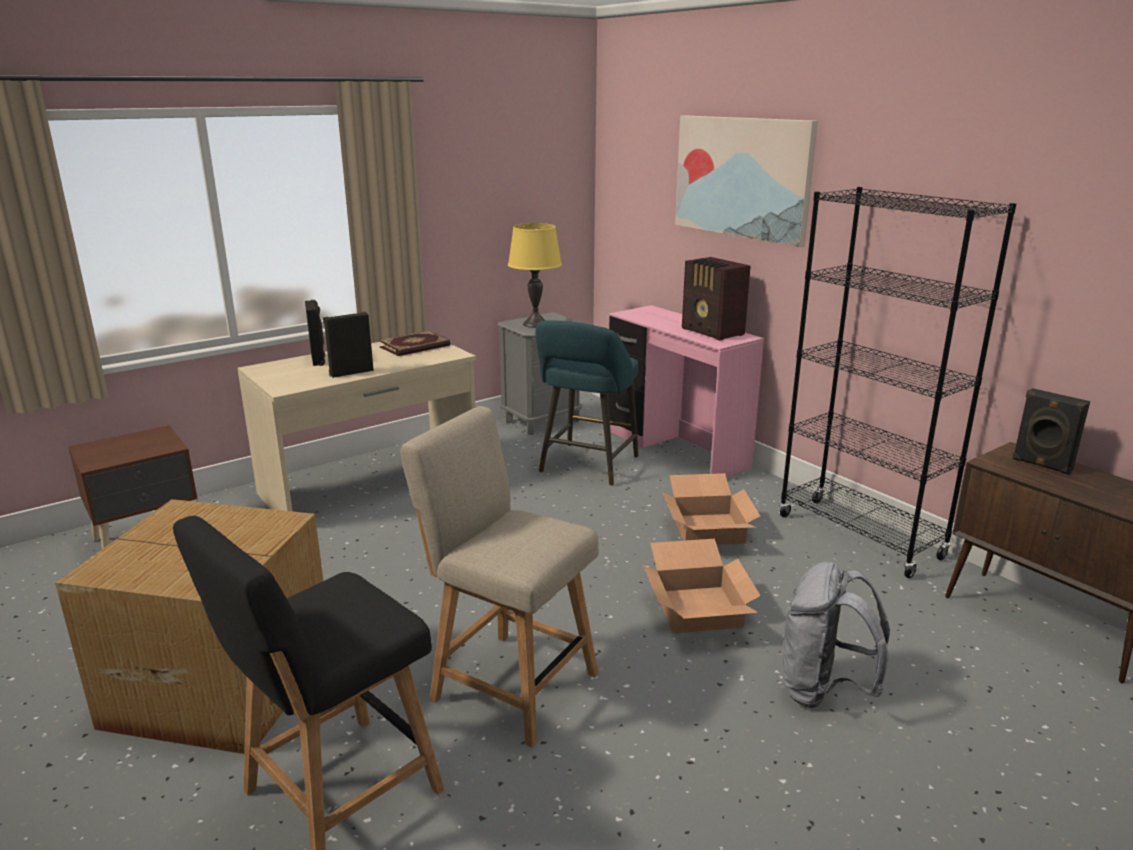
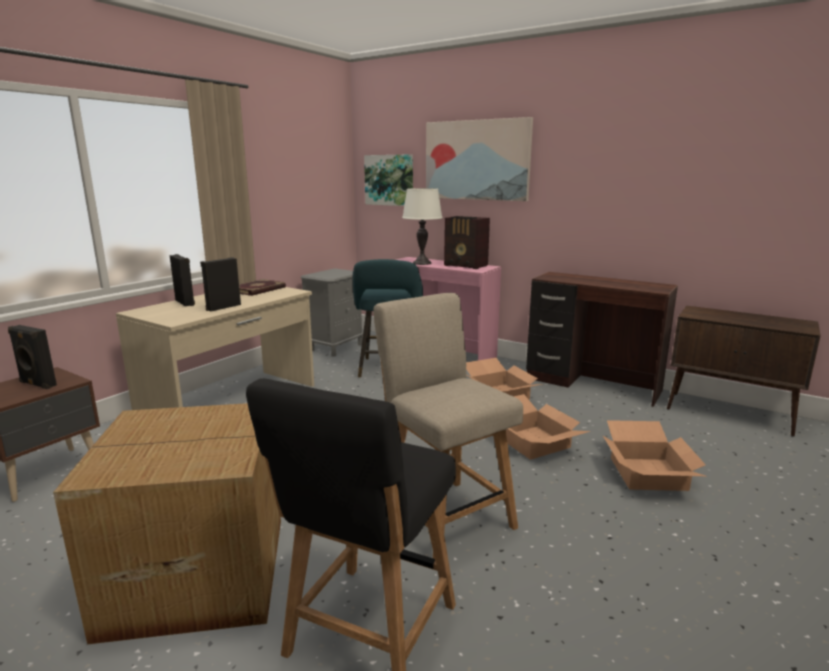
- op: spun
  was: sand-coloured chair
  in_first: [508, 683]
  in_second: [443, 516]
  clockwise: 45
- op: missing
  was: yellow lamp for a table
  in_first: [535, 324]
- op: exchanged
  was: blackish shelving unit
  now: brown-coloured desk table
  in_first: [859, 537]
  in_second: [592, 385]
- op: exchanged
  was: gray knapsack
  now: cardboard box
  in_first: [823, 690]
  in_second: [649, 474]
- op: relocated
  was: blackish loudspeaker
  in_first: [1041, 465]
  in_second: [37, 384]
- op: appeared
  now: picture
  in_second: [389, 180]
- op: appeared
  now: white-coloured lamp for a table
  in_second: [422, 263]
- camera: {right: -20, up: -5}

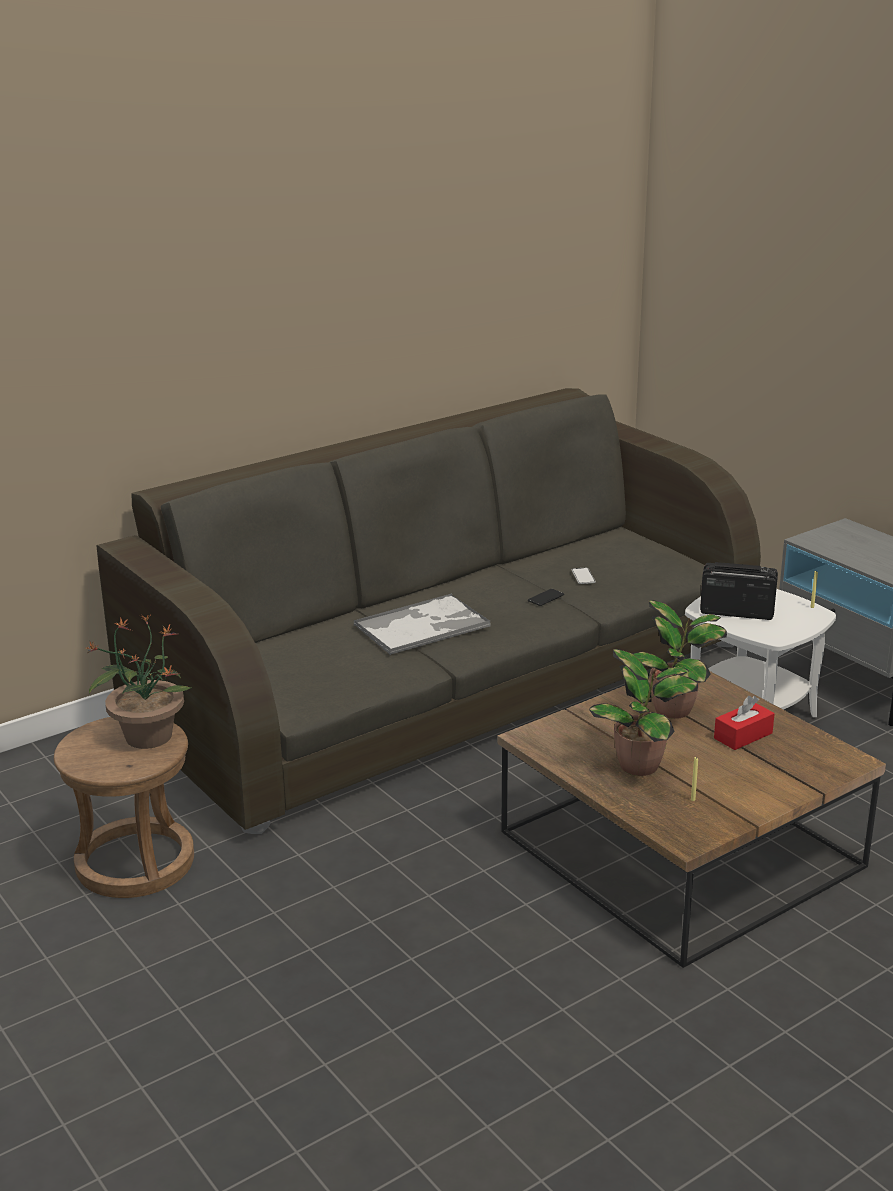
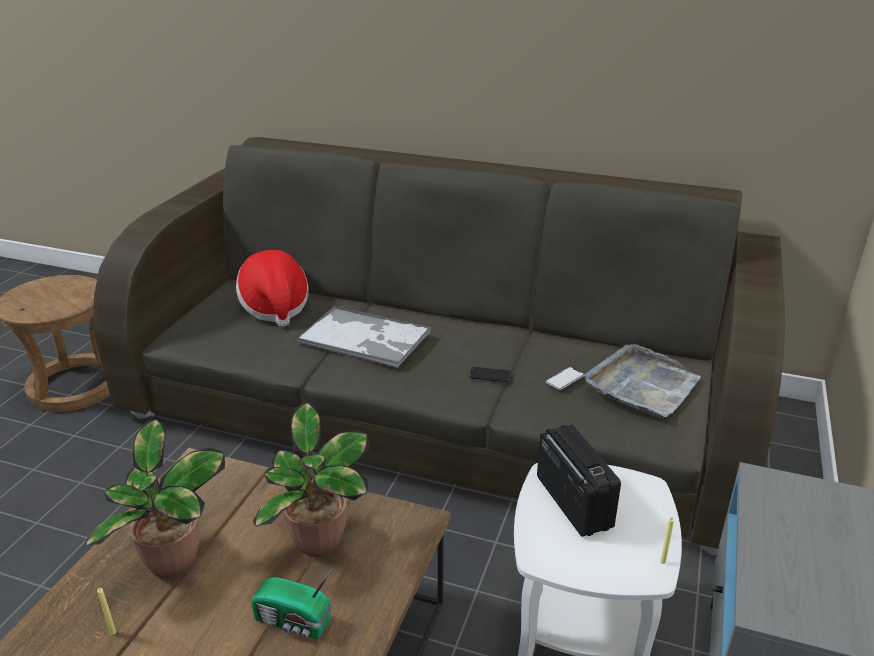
- op: missing
  was: potted plant
  in_first: [147, 736]
- op: exchanged
  was: red-coloured tissue holder
  now: radio
  in_first: [743, 736]
  in_second: [294, 622]
- op: appeared
  now: wearable hat
  in_second: [275, 307]
- op: appeared
  now: gray carrying tray
  in_second: [642, 385]
- camera: {right: 55, up: 5}

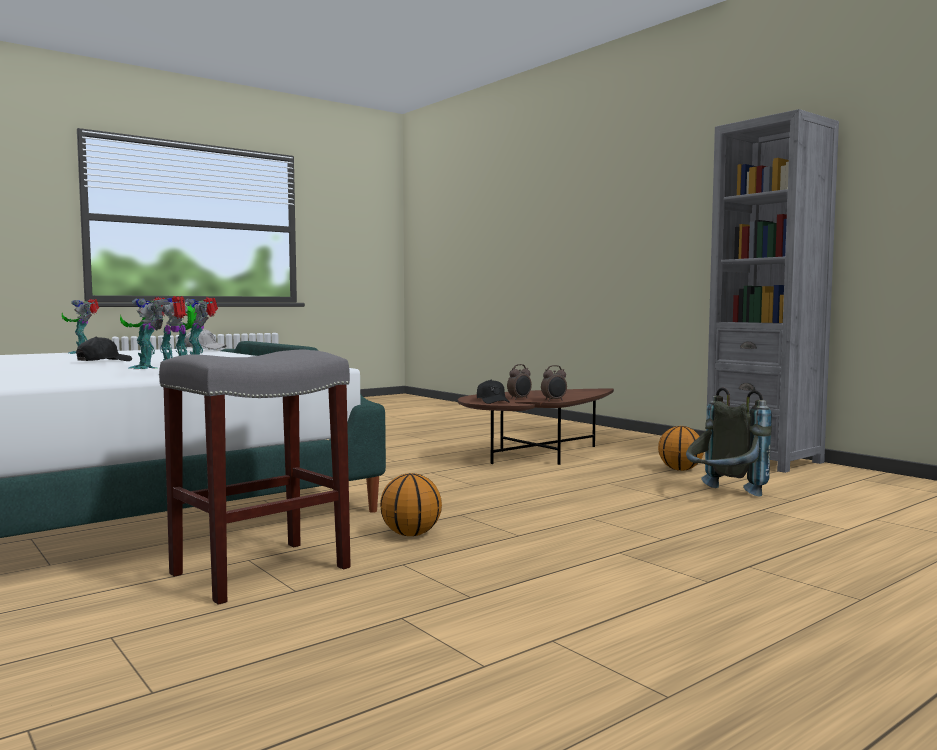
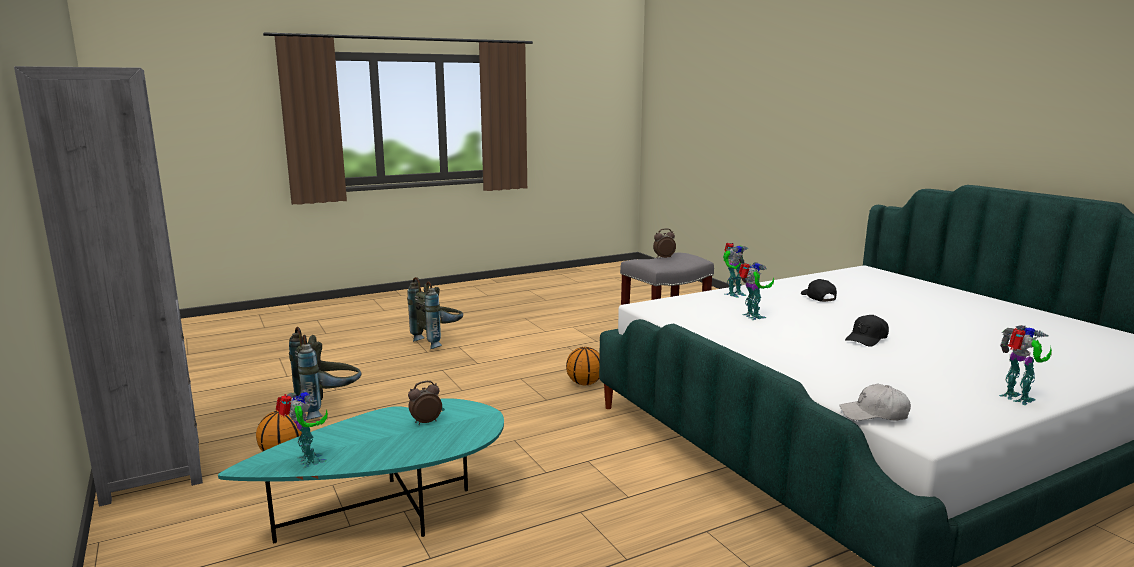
- op: relocated
  was: robot figure
  in_first: [146, 367]
  in_second: [308, 461]
- op: colour
  was: brown-coloured low table
  now: blue-green low table
  in_first: [536, 456]
  in_second: [393, 510]
- op: relocated
  was: blackish baseball cap
  in_first: [492, 401]
  in_second: [818, 297]
- op: relocated
  was: alarm clock
  in_first: [554, 400]
  in_second: [663, 258]
- op: appeared
  now: gray knapsack
  in_second: [439, 341]
- camera: {right: -170, up: 10}

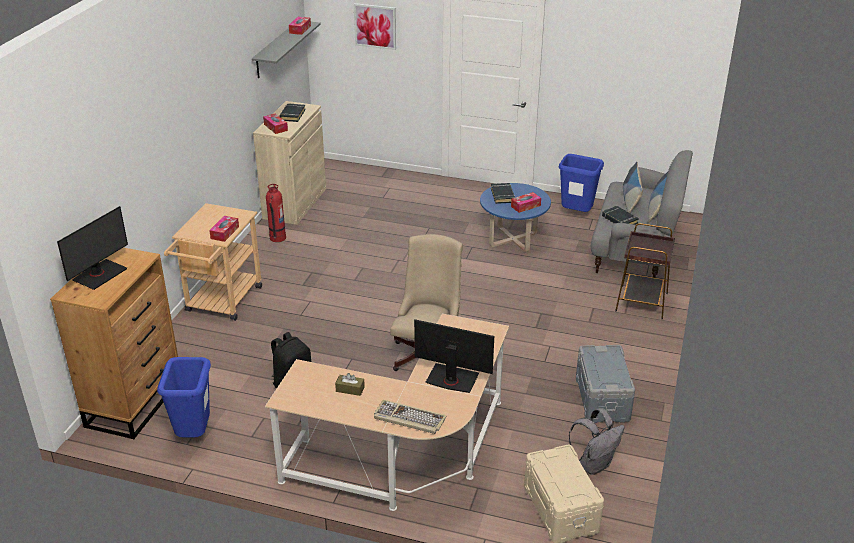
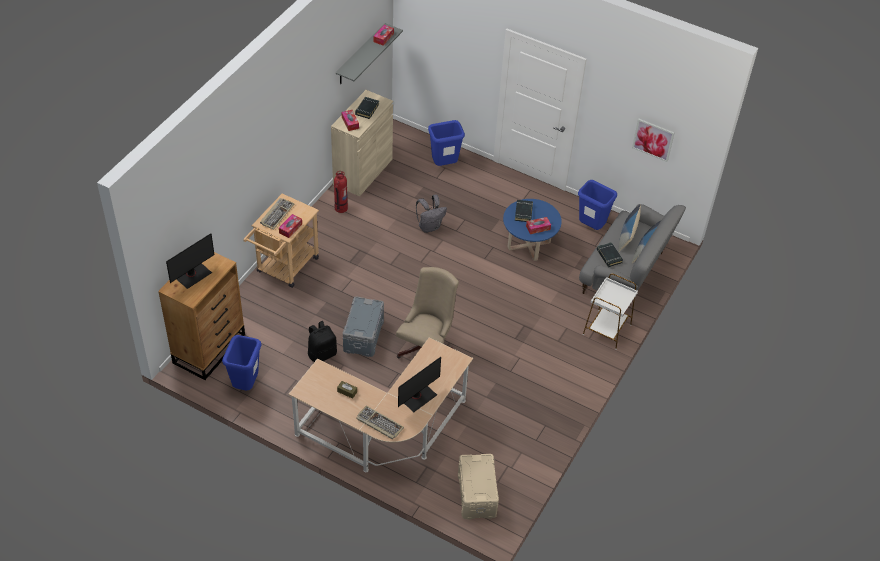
- op: relocated
  was: picture
  in_first: [375, 26]
  in_second: [653, 139]
- op: spun
  was: computer screen
  in_first: [452, 379]
  in_second: [417, 397]
  clockwise: 105
- op: relocated
  was: gray knapsack
  in_first: [594, 464]
  in_second: [429, 226]
- op: relocated
  was: gray storage container
  in_first: [603, 398]
  in_second: [364, 335]
- op: colour
  was: brown-coloured side table
  now: white-coloured side table
  in_first: [641, 302]
  in_second: [606, 330]
- op: appeared
  now: keyboard
  in_second: [277, 214]
- op: appeared
  now: bluish trash can
  in_second: [444, 165]
- camera: {right: 10, up: 15}

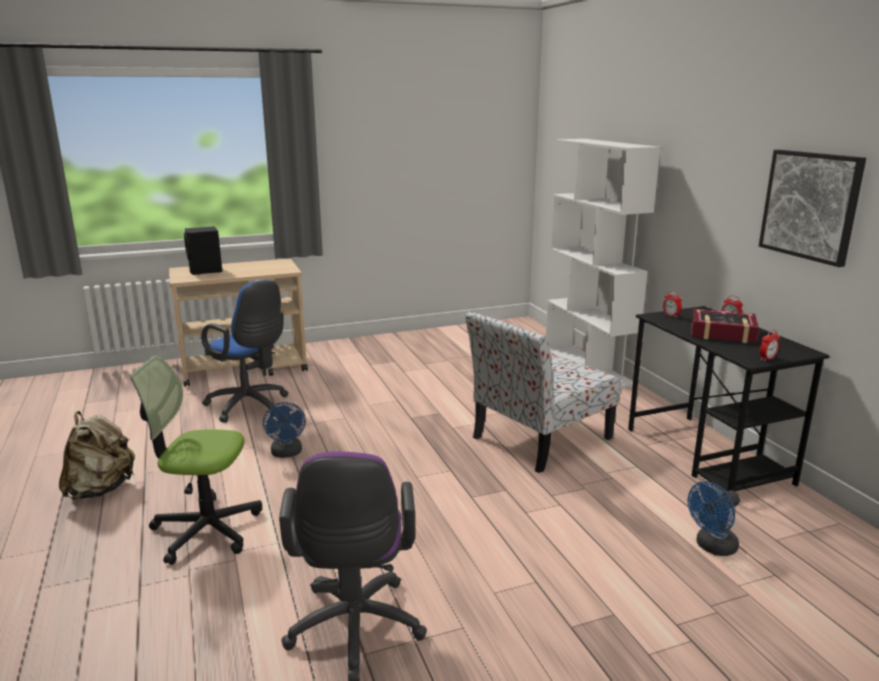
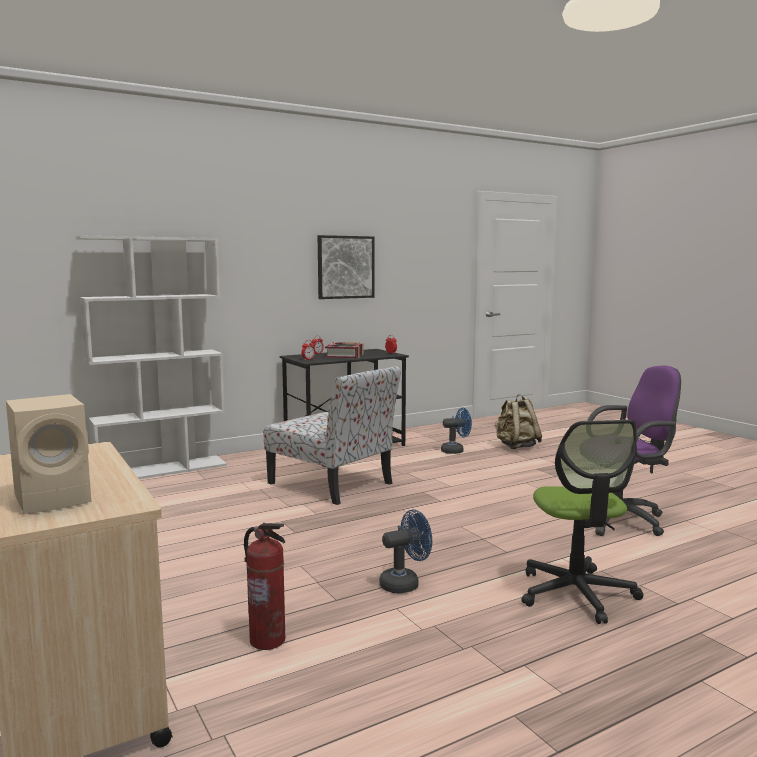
- op: relocated
  was: sand-coloured knapsack
  in_first: [101, 489]
  in_second: [516, 446]
- op: colour
  was: blackish loudspeaker
  now: sand-coloured loudspeaker
  in_first: [205, 271]
  in_second: [56, 498]
- op: exchanged
  was: bluish office chair
  now: extinguisher
  in_first: [250, 406]
  in_second: [268, 640]
- op: spun
  was: bluish electric fan
  in_first: [712, 547]
  in_second: [456, 451]
  clockwise: -60
- camera: {right: -100, up: -10}

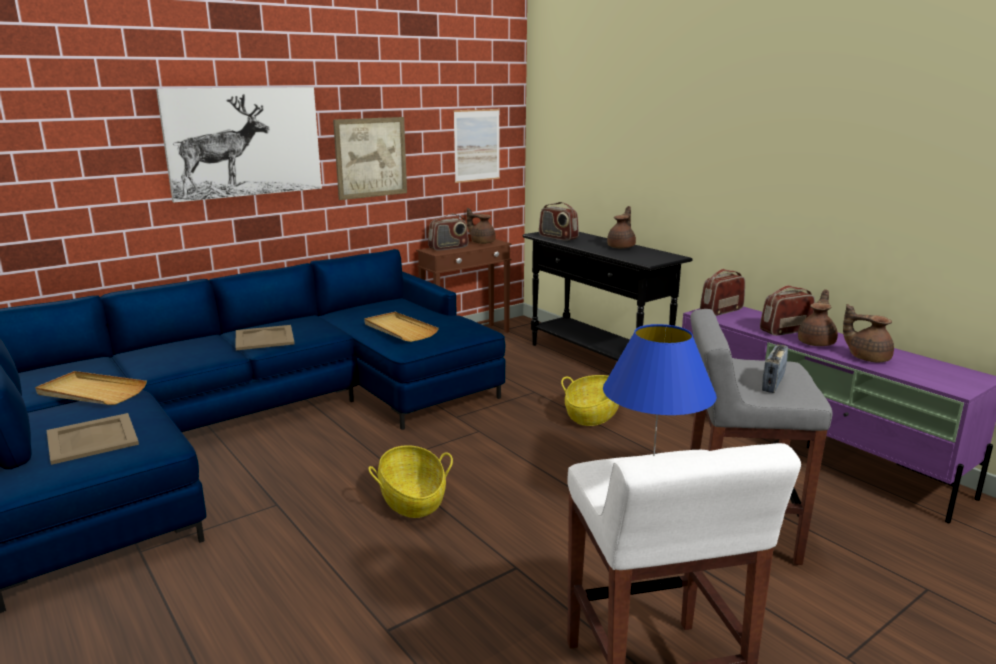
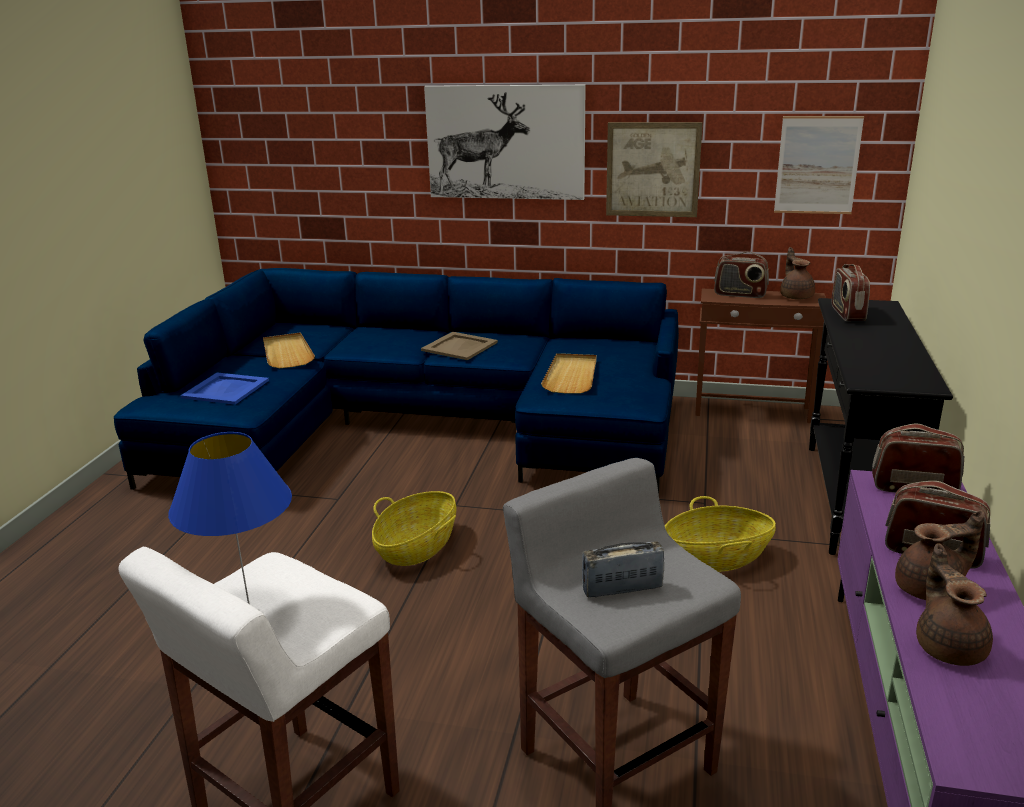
- op: colour
  was: sand-coloured carrying tray
  now: bluish carrying tray
  in_first: [93, 438]
  in_second: [226, 389]
- op: missing
  was: brown-coloured teapot
  in_first: [622, 247]
- camera: {right: 50, up: 5}

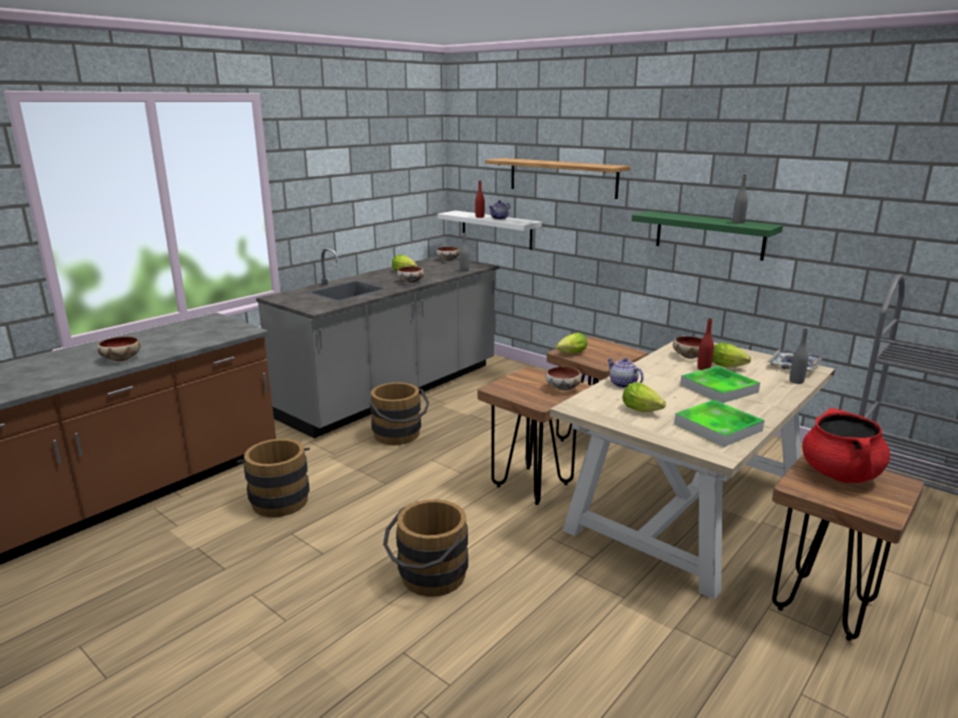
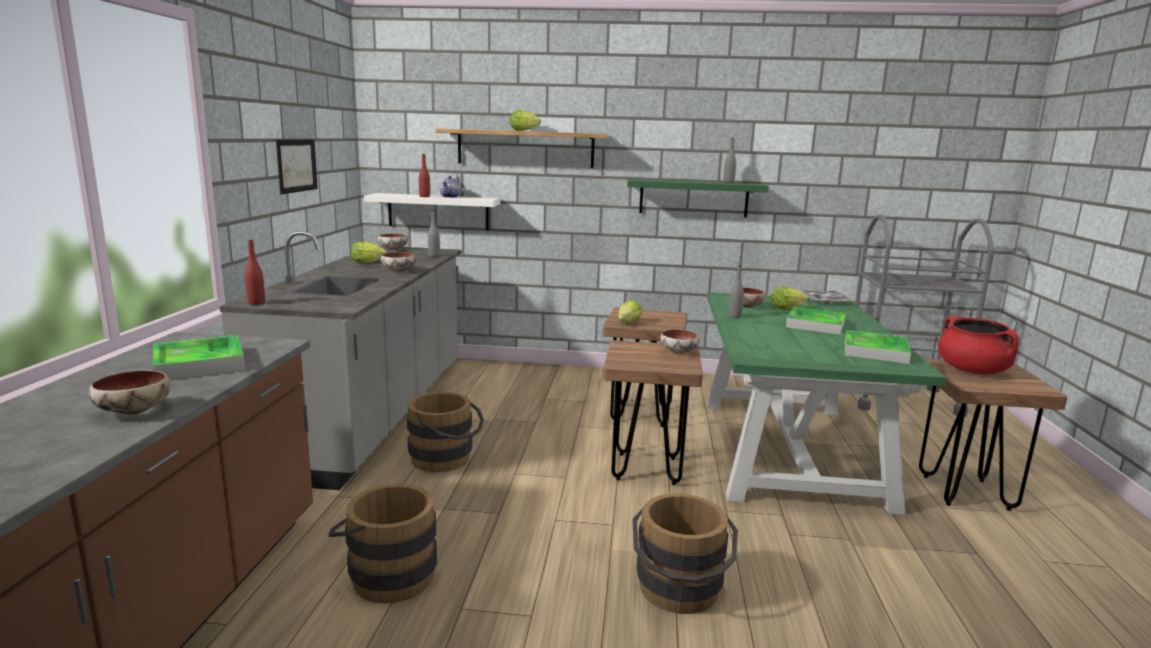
- op: colour
  was: sand-coloured dinner table
  now: green dinner table
  in_first: [688, 508]
  in_second: [789, 450]
- op: missing
  was: teapot
  in_first: [622, 384]
- op: relocated
  was: lettuce
  in_first: [643, 411]
  in_second: [525, 131]
- op: relocated
  was: red-coloured beverage bottle
  in_first: [704, 368]
  in_second: [256, 303]
- op: relocated
  was: gray beverage bottle
  in_first: [796, 381]
  in_second: [734, 317]
- op: appeared
  now: carrying tray
  in_second: [199, 363]
- op: appeared
  now: picture
  in_second: [296, 165]
- camera: {right: -35, up: -5}

